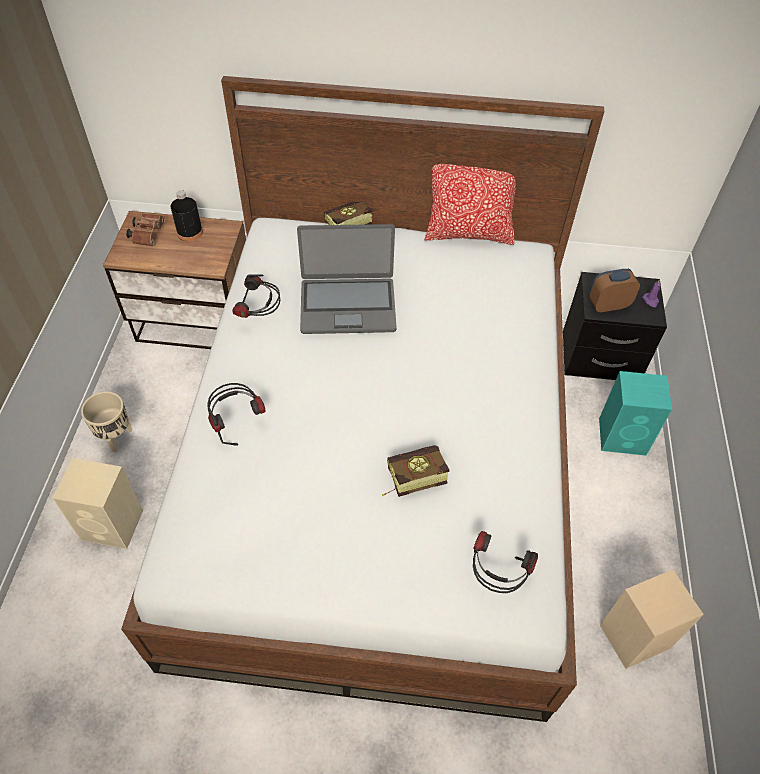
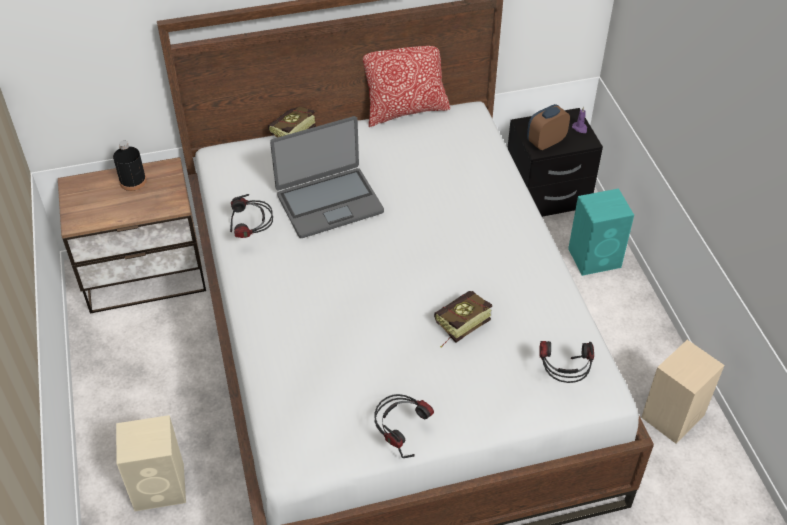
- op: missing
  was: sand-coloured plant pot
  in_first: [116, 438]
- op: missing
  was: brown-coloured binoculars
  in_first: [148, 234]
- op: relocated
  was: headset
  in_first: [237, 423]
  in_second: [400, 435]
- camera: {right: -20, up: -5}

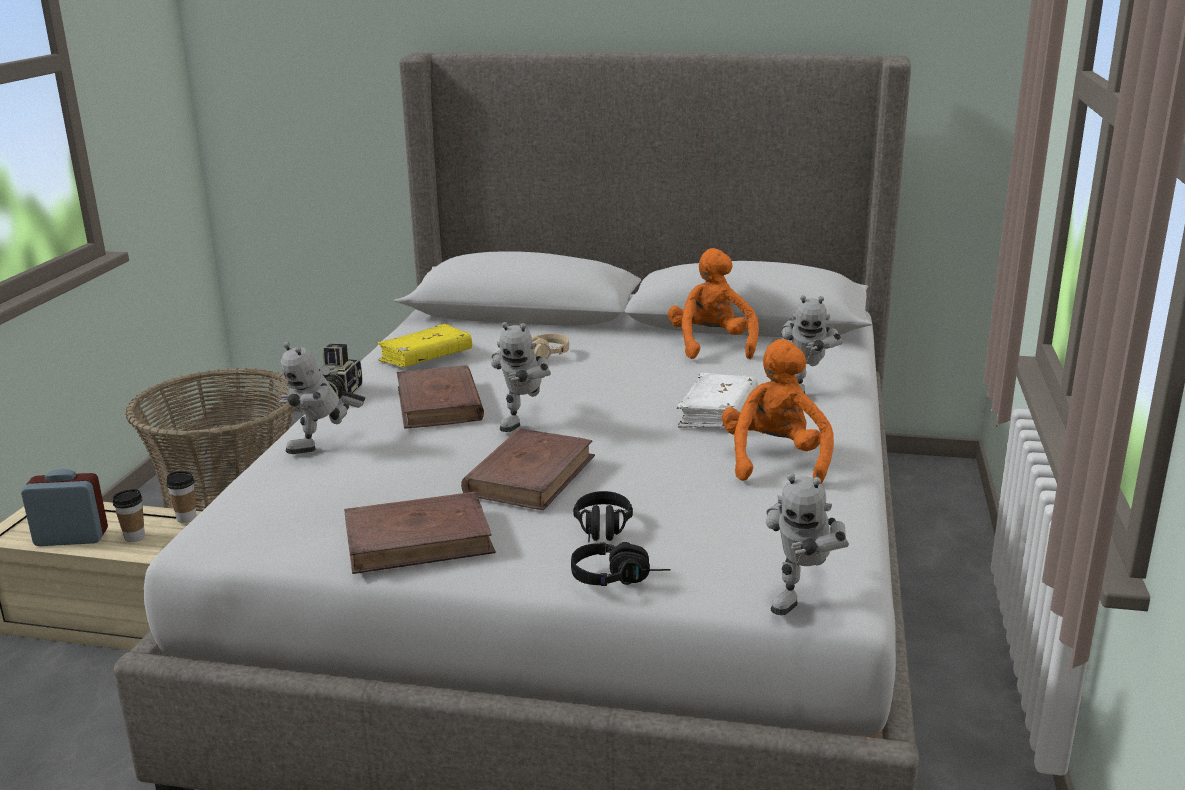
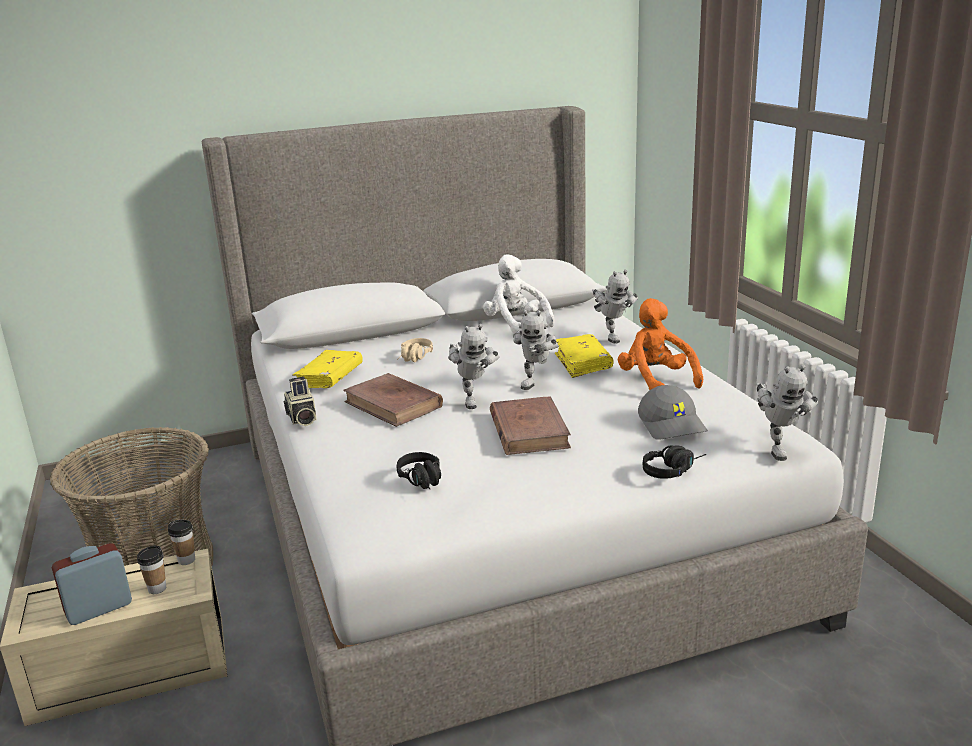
- op: relocated
  was: robot figure
  in_first: [325, 448]
  in_second: [536, 382]
- op: missing
  was: brown-coloured book
  in_first: [419, 540]
- op: relocated
  was: blackish headset
  in_first: [603, 532]
  in_second: [424, 482]
- op: colour
  was: orange-coloured cuddly toy
  now: white-coloured cuddly toy
  in_first: [711, 345]
  in_second: [515, 324]
- op: colour
  was: white-coloured book
  now: yellow book
  in_first: [717, 413]
  in_second: [583, 363]
- op: appeared
  now: gray baseball cap
  in_second: [673, 425]
- camera: {right: -30, up: 0}

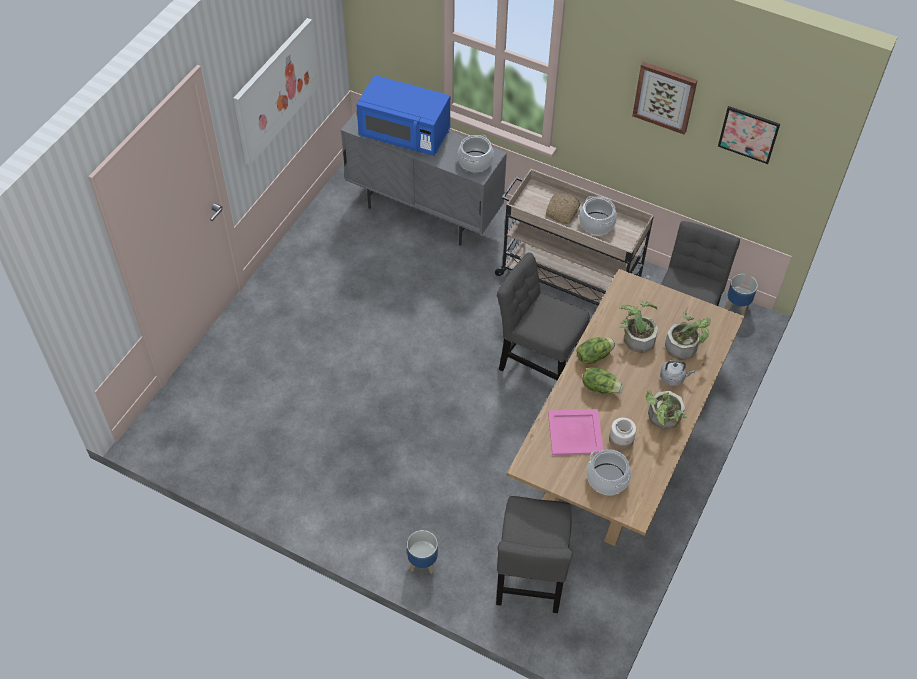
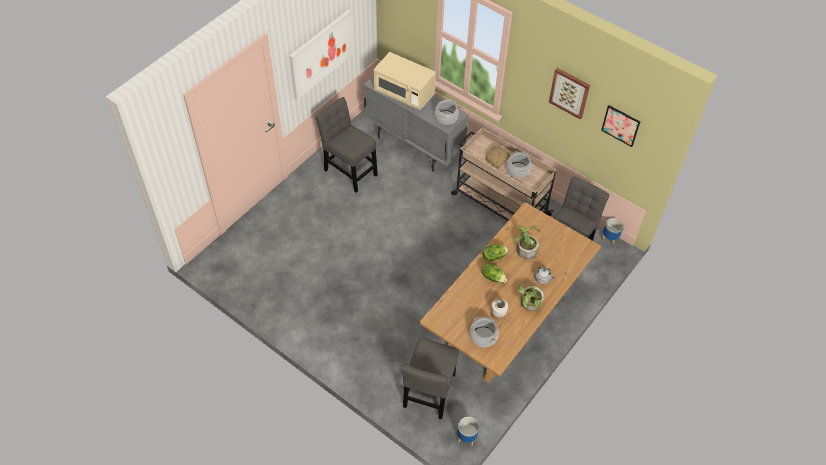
- op: colour
  was: bluish kitchen microwave
  now: sand-coloured kitchen microwave
  in_first: [405, 134]
  in_second: [404, 93]
- op: relocated
  was: plant pot
  in_first: [423, 562]
  in_second: [467, 438]
- op: relocated
  was: gray chair
  in_first: [538, 363]
  in_second: [349, 170]
- op: missing
  was: pinkish carrying tray
  in_first: [575, 432]
- op: missing
  was: potted plant
  in_first: [685, 346]
- camera: {right: 10, up: 0}

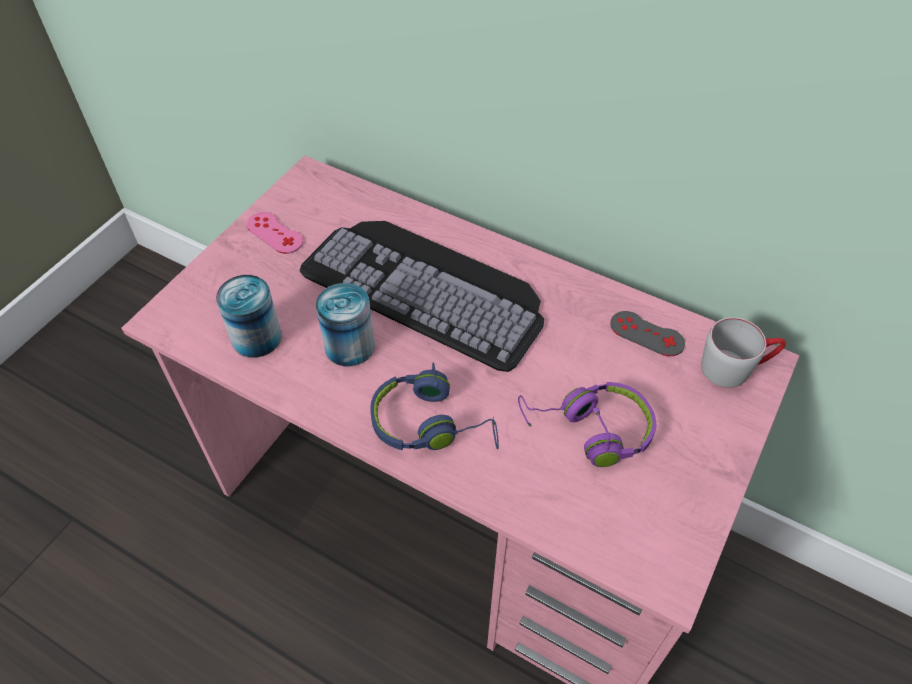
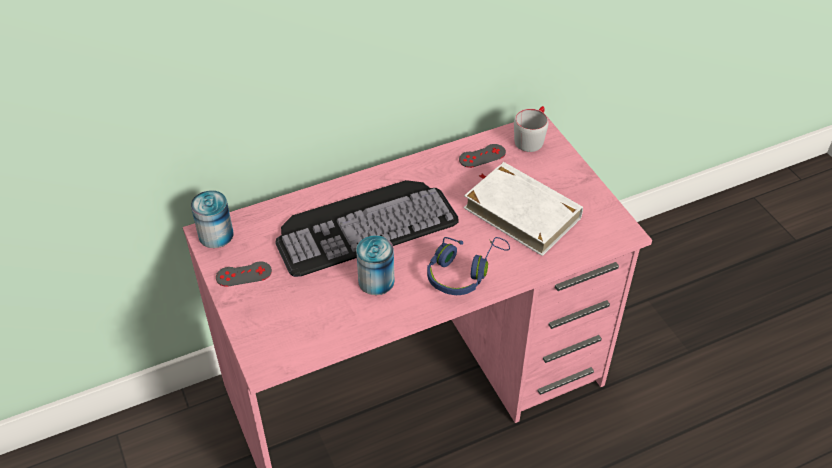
- op: relocated
  was: can
  in_first: [256, 337]
  in_second: [216, 235]
- op: colour
  was: pinkish game controller
  now: gray game controller
  in_first: [274, 233]
  in_second: [243, 274]
- op: exchanged
  was: purple headset
  now: white-coloured book
  in_first: [589, 430]
  in_second: [522, 212]
- camera: {right: -55, up: -5}

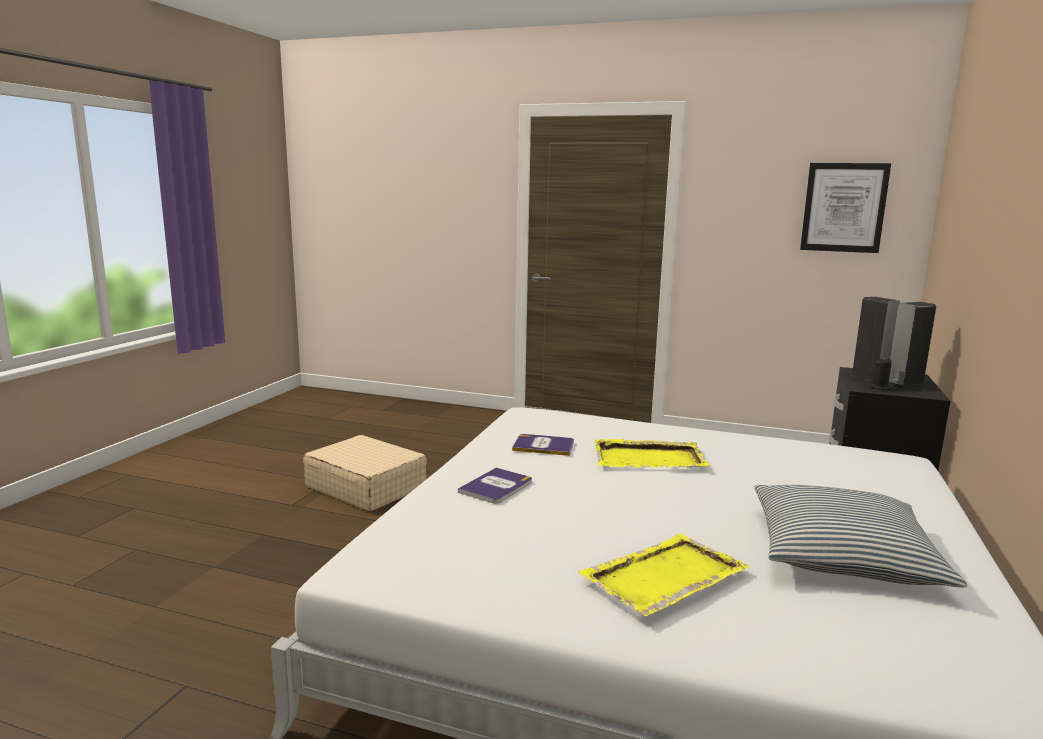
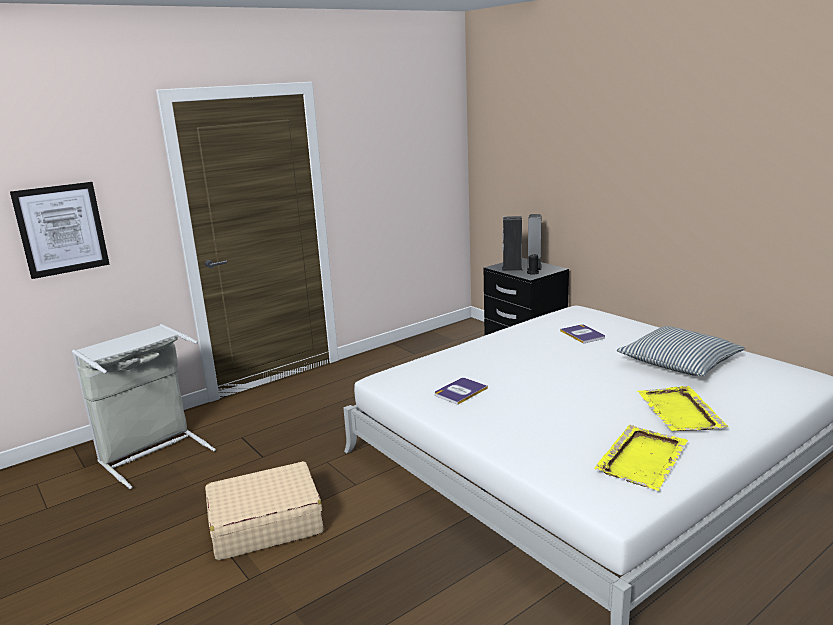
- op: relocated
  was: book
  in_first: [496, 487]
  in_second: [582, 334]
- op: relocated
  was: yellow carrying tray
  in_first: [650, 458]
  in_second: [642, 459]
- op: relocated
  was: picture
  in_first: [844, 207]
  in_second: [61, 229]
- op: appeared
  now: gray washing basket
  in_second: [152, 453]
- camera: {right: -55, up: 5}

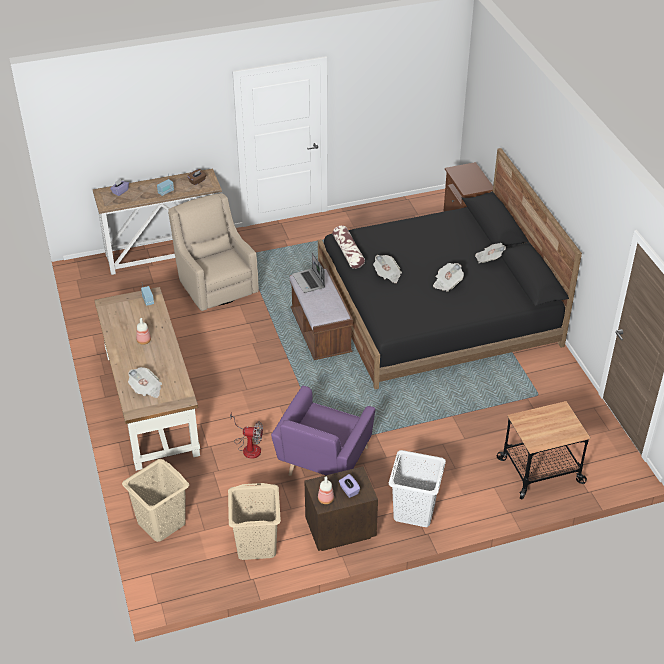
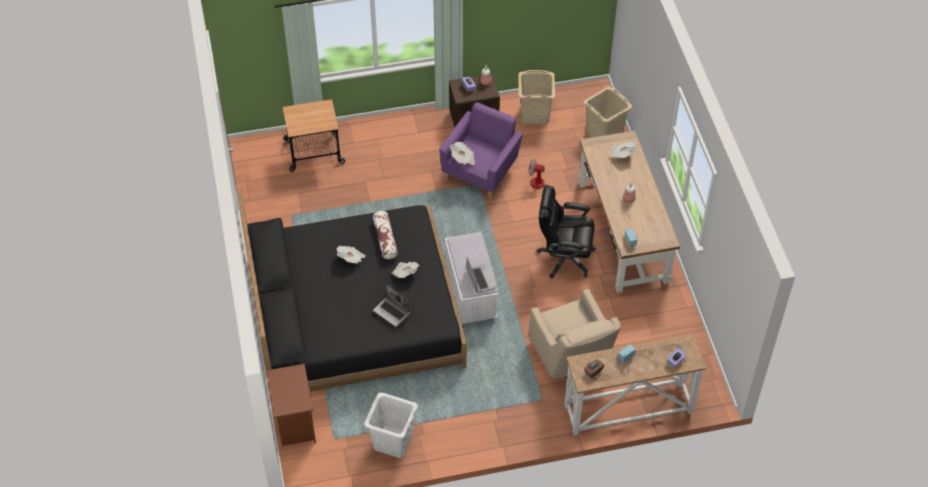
- op: colour
  was: brown-coloured bench
  now: white-coloured bench
  in_first: [321, 333]
  in_second: [470, 293]
- op: relocated
  was: pillow
  in_first: [348, 252]
  in_second: [385, 239]
- op: relocated
  was: white-coloured washing basket
  in_first: [414, 511]
  in_second: [392, 441]
- op: relocated
  was: daily paper
  in_first: [489, 259]
  in_second: [463, 158]
- op: appeared
  now: portable computer
  in_second: [392, 312]
- op: appeared
  now: blackish office chair
  in_second: [564, 257]
- camera: {right: -175, up: 10}

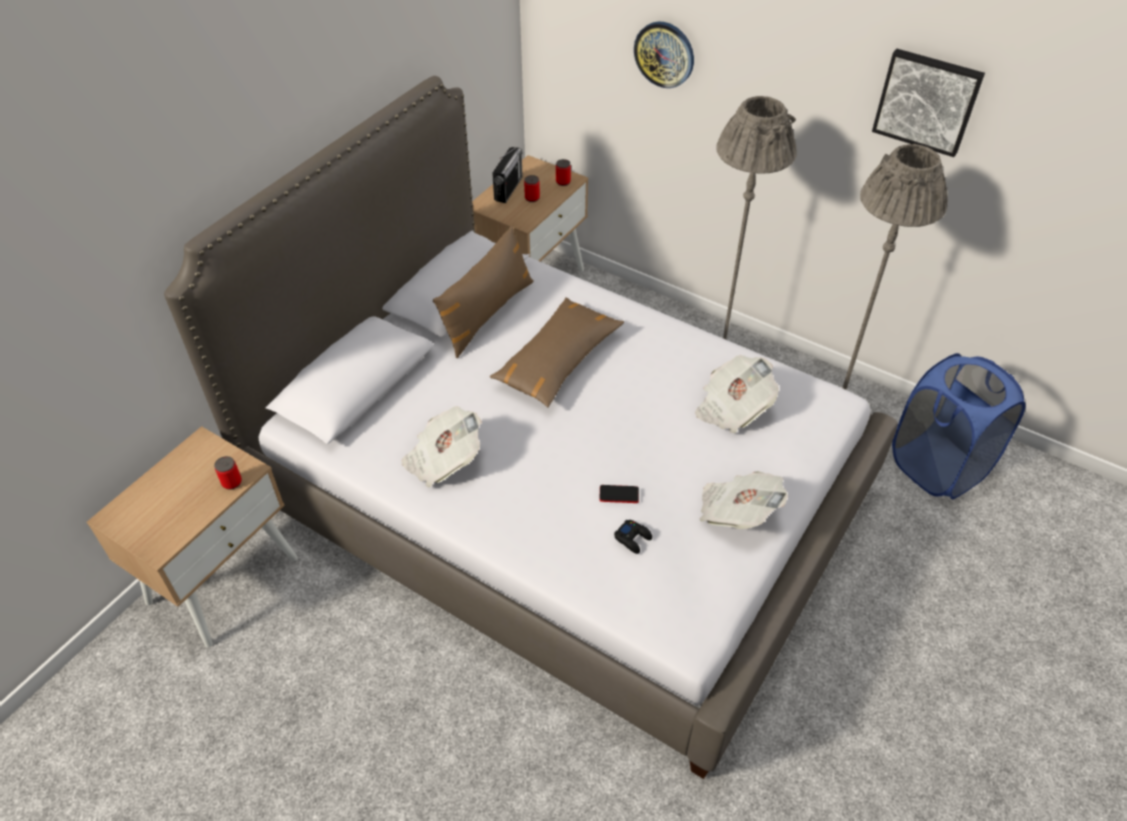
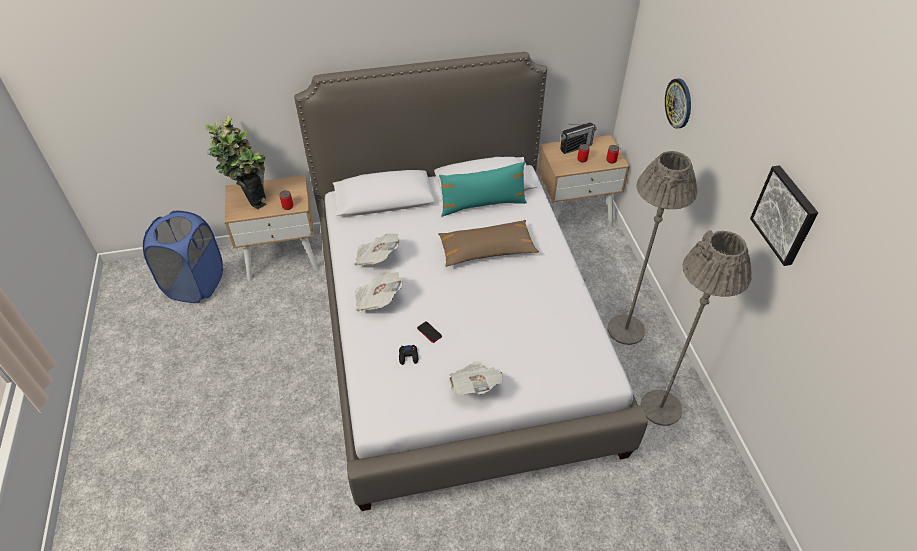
- op: colour
  was: brown-coloured pillow
  now: blue-green pillow
  in_first: [487, 314]
  in_second: [482, 204]
- op: relocated
  was: daily paper
  in_first: [732, 408]
  in_second: [377, 300]
- op: relocated
  was: bluish washing basket
  in_first: [937, 466]
  in_second: [195, 284]
- op: appeared
  now: potted plant
  in_second: [249, 199]
- camera: {right: 45, up: 0}

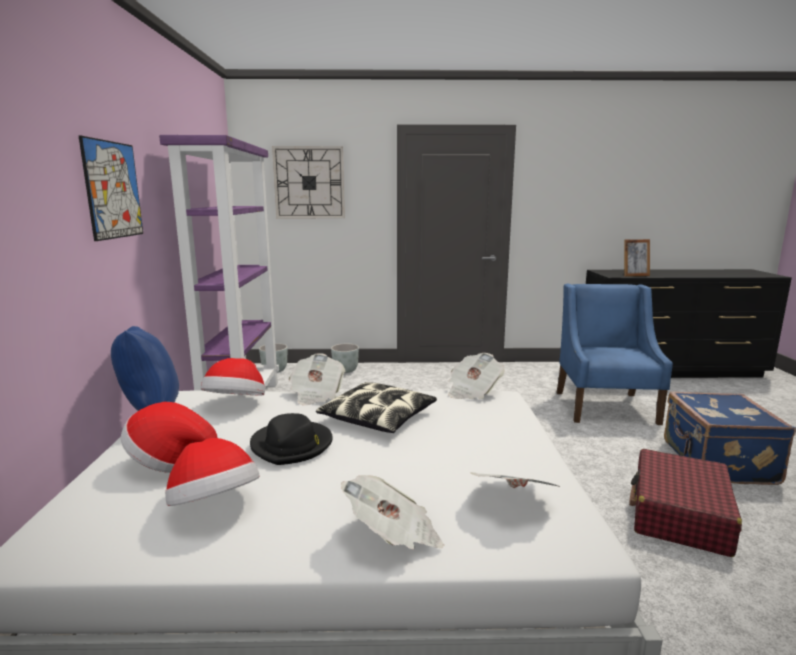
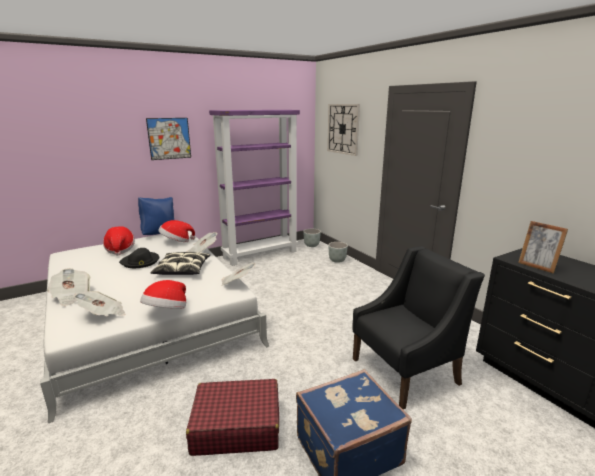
- op: relocated
  was: wearable hat
  in_first: [214, 506]
  in_second: [167, 311]
- op: colour
  was: bluish lounge chair
  now: blackish lounge chair
  in_first: [605, 407]
  in_second: [406, 371]
- camera: {right: 60, up: 5}

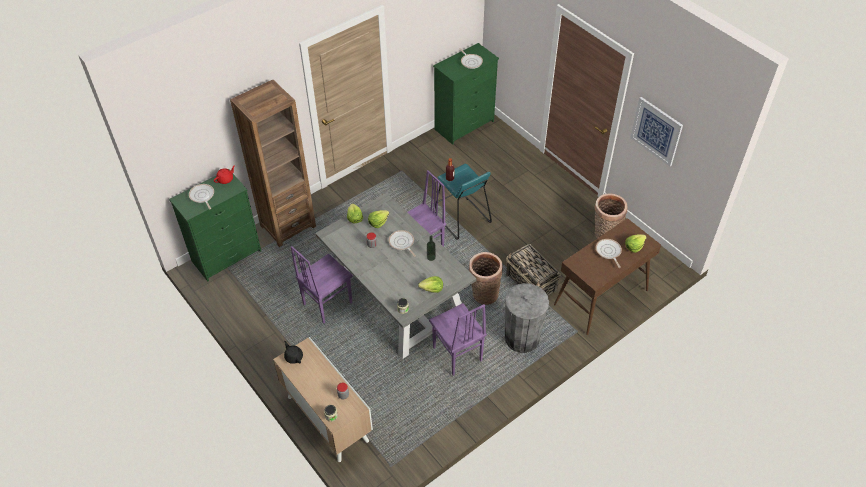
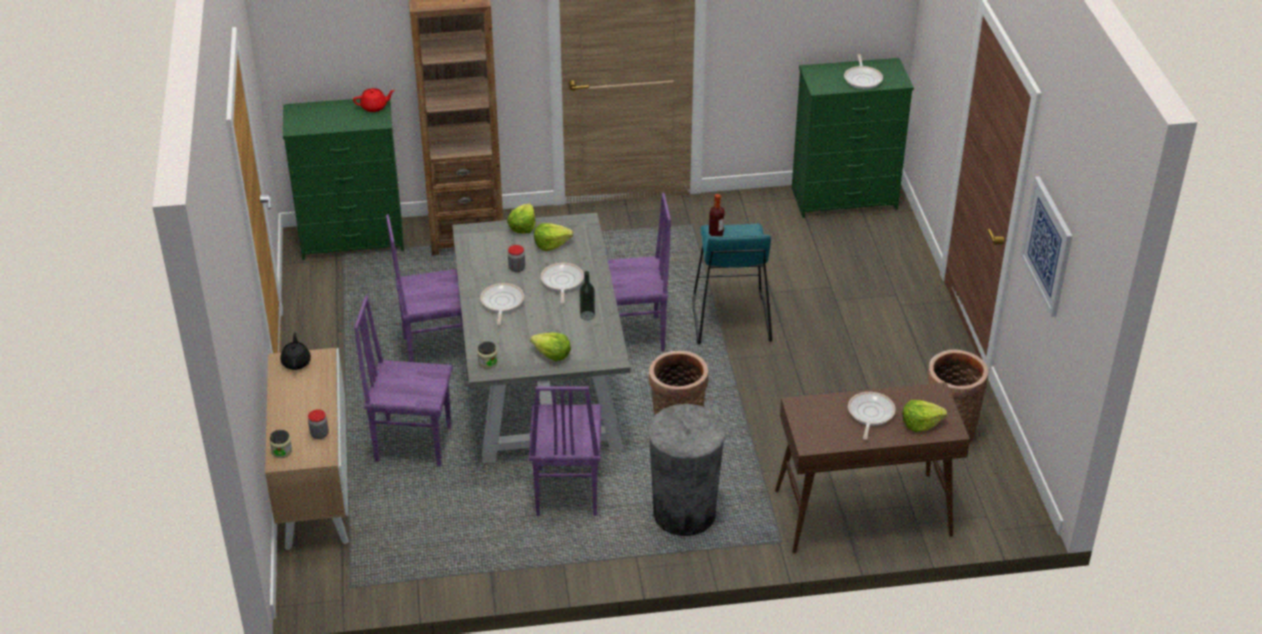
- op: relocated
  was: pan
  in_first: [202, 196]
  in_second: [501, 303]
- op: missing
  was: basket
  in_first: [531, 283]
- op: appeared
  now: purple chair
  in_second: [413, 443]
- camera: {right: 30, up: -10}

